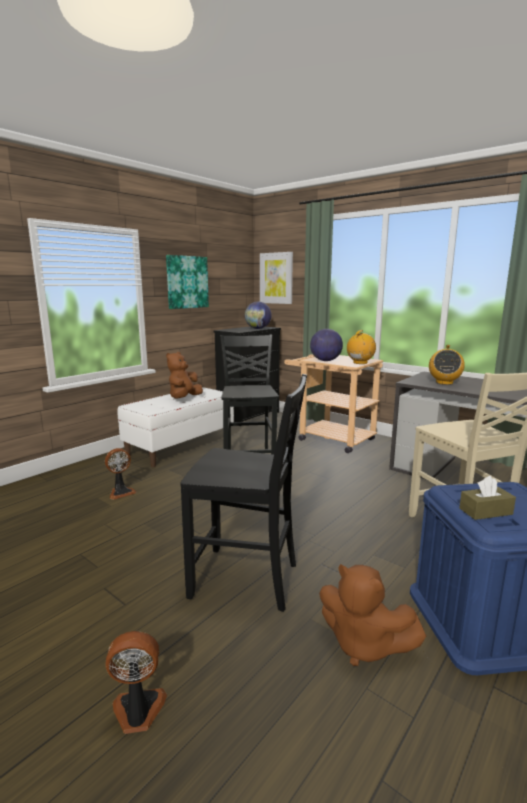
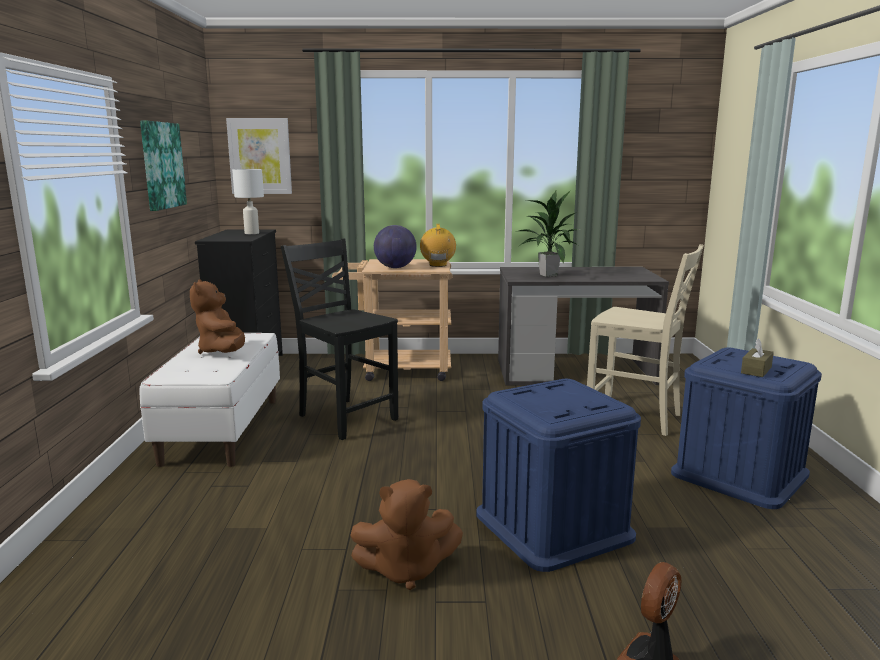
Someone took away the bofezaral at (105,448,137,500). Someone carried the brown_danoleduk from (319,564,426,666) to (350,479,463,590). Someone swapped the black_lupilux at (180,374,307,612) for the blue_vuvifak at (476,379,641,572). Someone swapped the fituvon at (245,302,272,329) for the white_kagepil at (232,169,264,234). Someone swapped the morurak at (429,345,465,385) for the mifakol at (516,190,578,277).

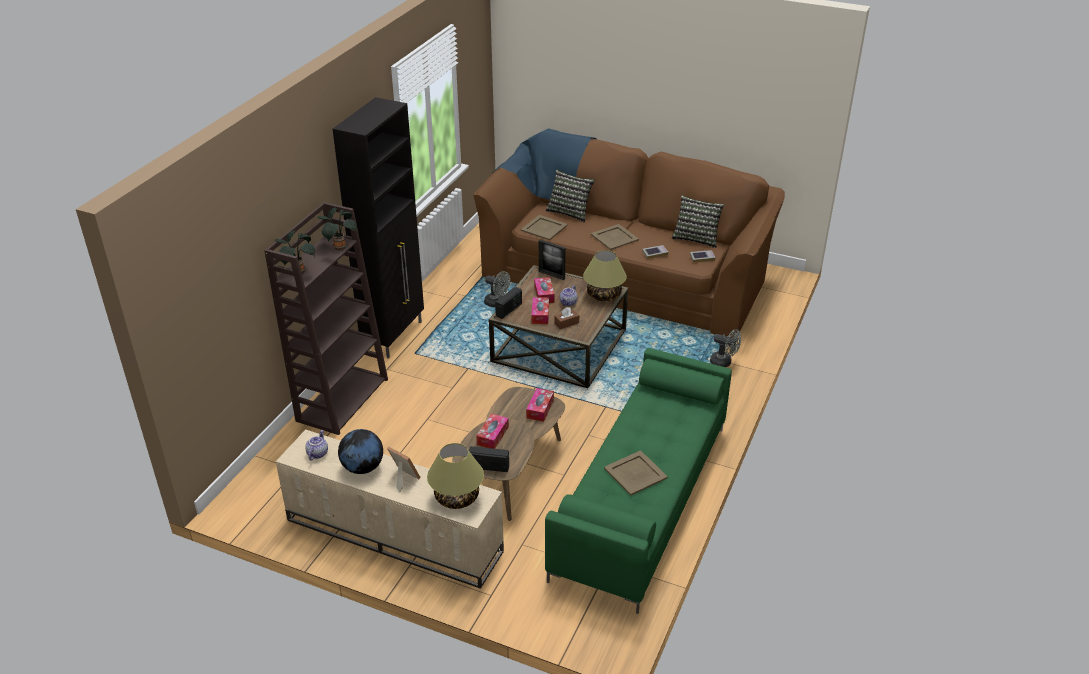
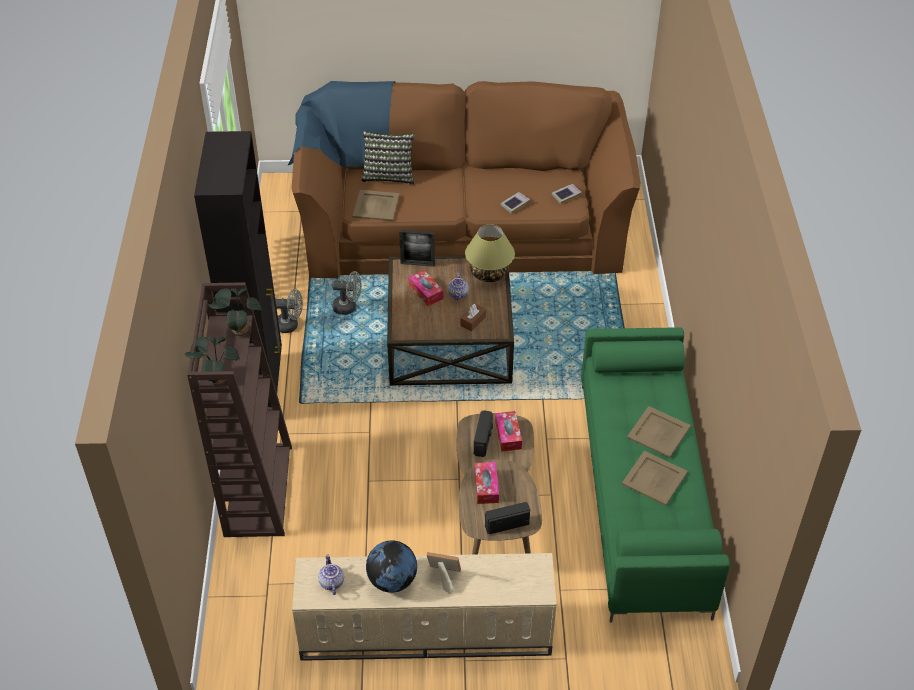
Someone took away the kagepil at (427,443,484,509). Someone took away the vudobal at (532,297,549,324). Someone took away the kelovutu at (672,195,724,248). Someone carried the morurak from (495,287,522,319) to (474,410,493,457). Someone carried the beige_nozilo from (591,224,639,250) to (627,406,691,458). Someone carried the grey_bofezaral from (710,329,741,367) to (275,289,303,333).

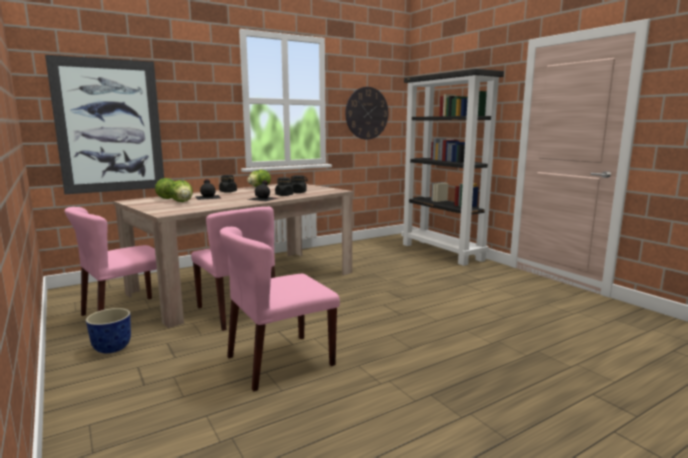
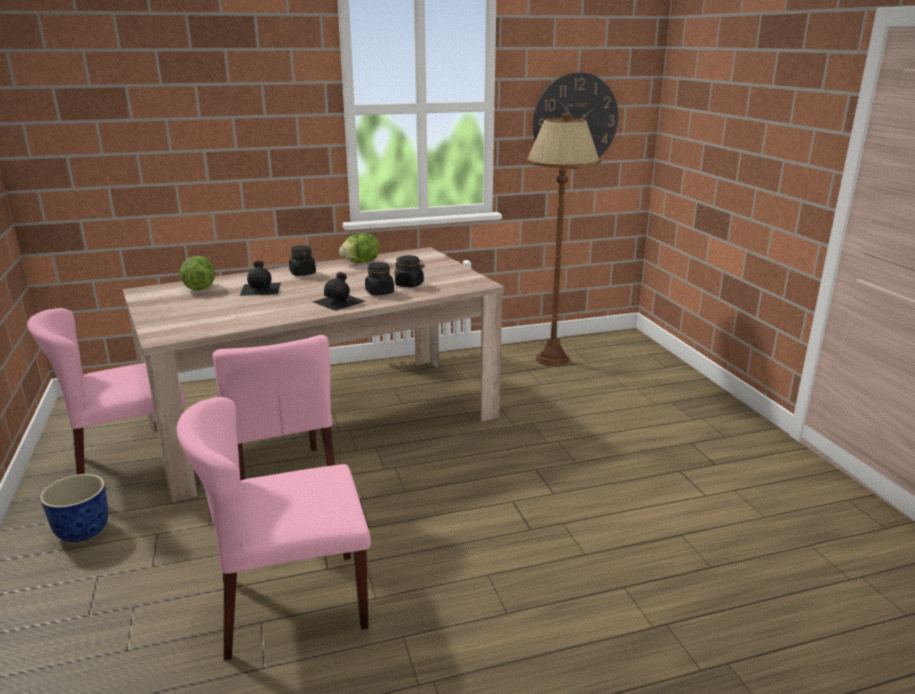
Someone took away the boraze at (45,55,164,194). Someone took away the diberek at (169,180,193,202). Someone took away the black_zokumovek at (401,69,504,266). Someone put down the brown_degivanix at (526,113,601,366).

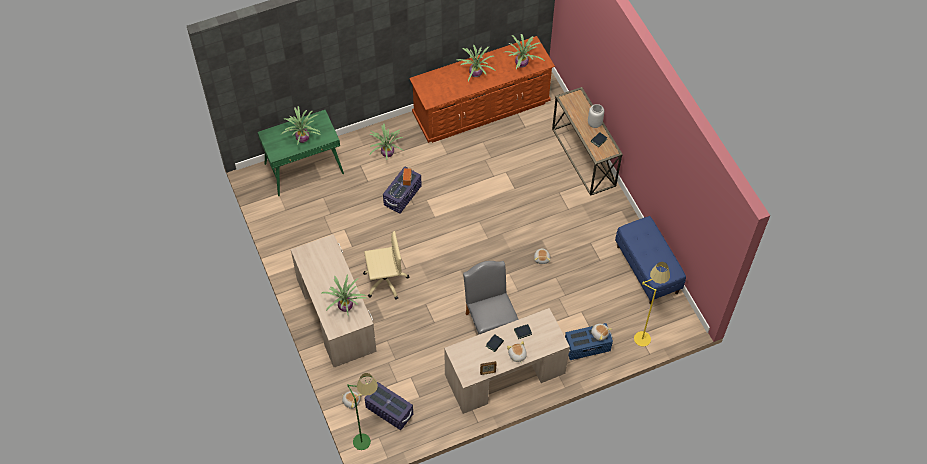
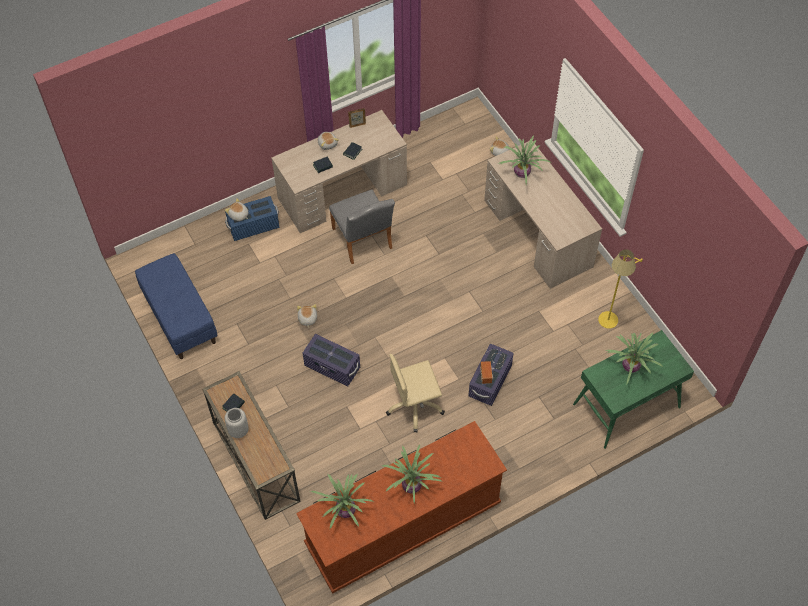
Someone took away the green_degivanix at (348,373,378,450). Someone took away the mifakol at (369,123,404,160). Someone carried the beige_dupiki from (363,231,409,300) to (386,354,445,432). Someone carried the purple_vuvifak from (364,382,413,430) to (303,334,360,387). Someone carried the yellow_degivanix from (634,262,670,347) to (598,249,643,329).

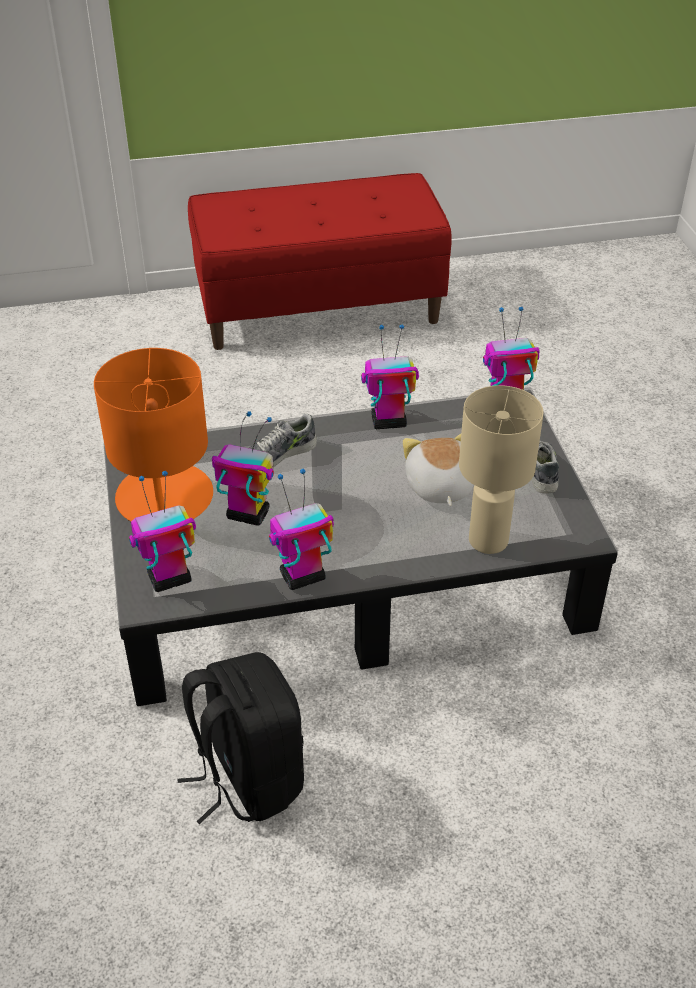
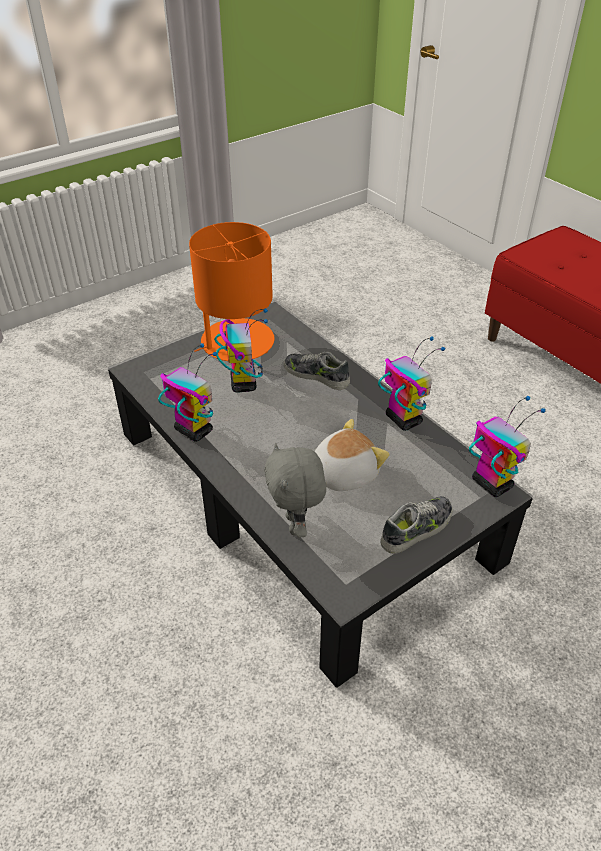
Someone took away the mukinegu at (129,471,196,592). Someone took away the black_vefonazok at (177,652,304,824). Someone swapped the beige_kagepil at (459,385,543,554) for the grey_danoleduk at (264,443,326,538).

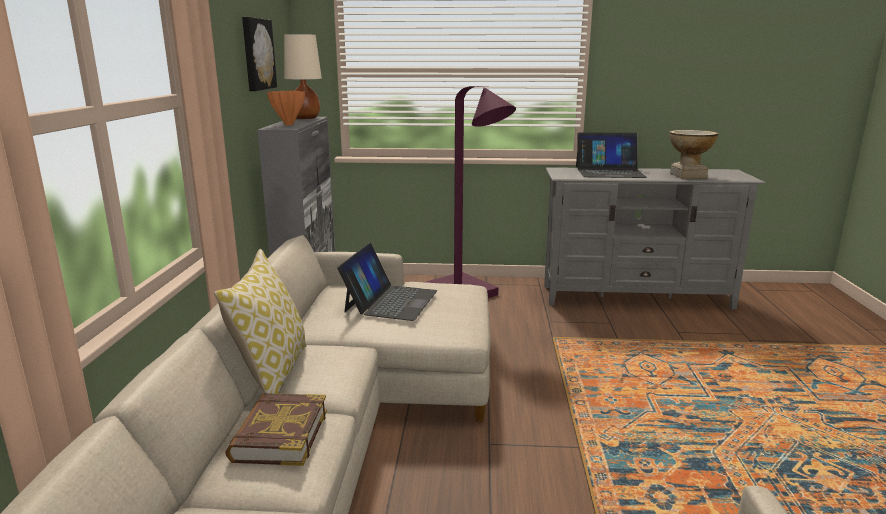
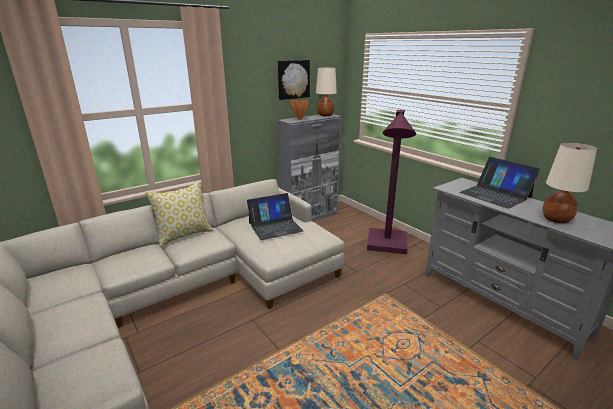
Someone took away the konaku at (225,393,327,466). Someone swapped the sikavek at (669,130,718,179) for the beige_kagepil at (542,142,597,223).

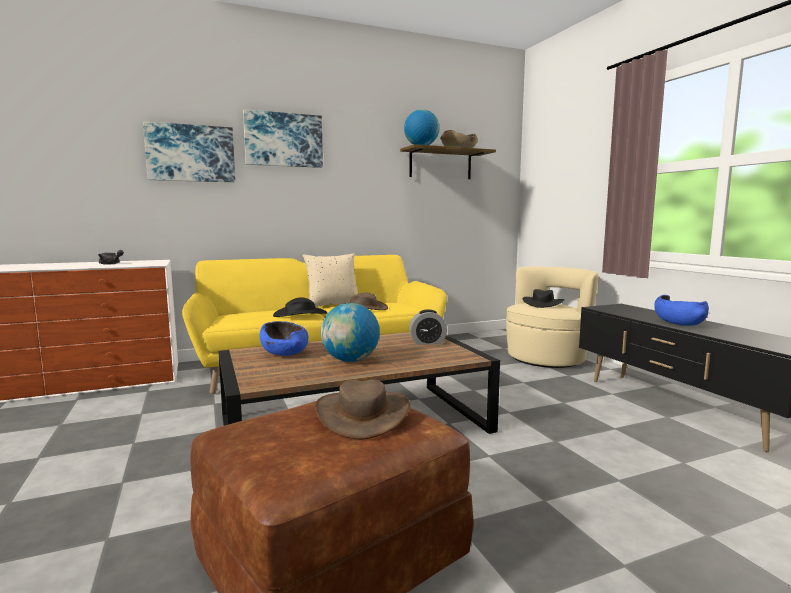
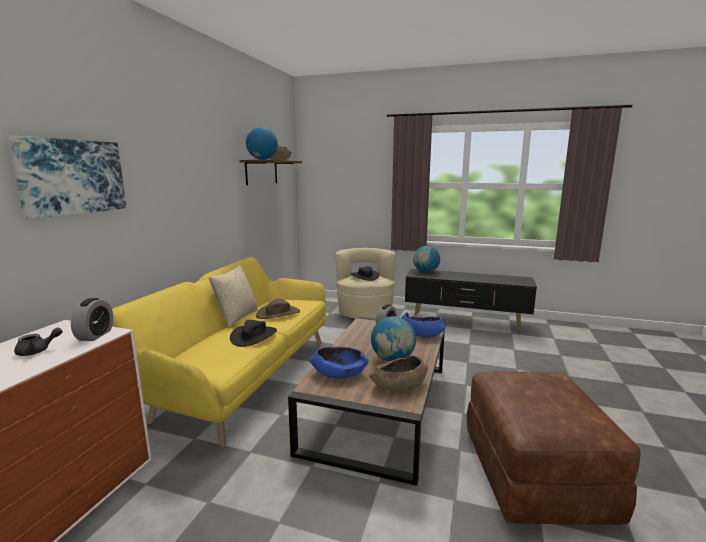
Someone took away the boraze at (243,109,323,168). Someone took away the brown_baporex at (315,379,410,440). Someone put down the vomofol at (71,298,113,341). Someone put down the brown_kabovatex at (369,355,428,391). Someone put down the fituvon at (413,246,440,273). Someone carried the blue_kabovatex from (654,295,709,326) to (401,312,445,338).

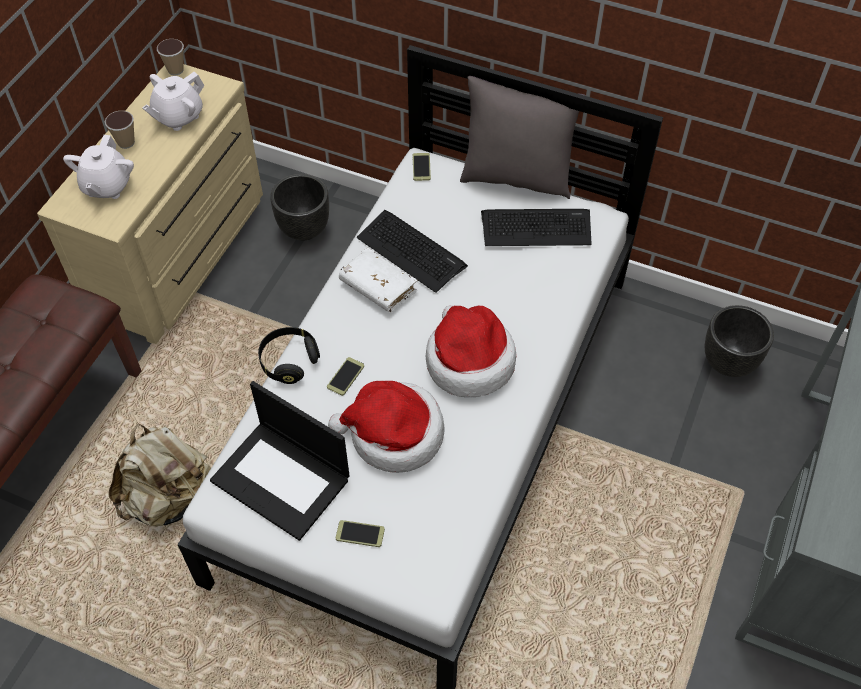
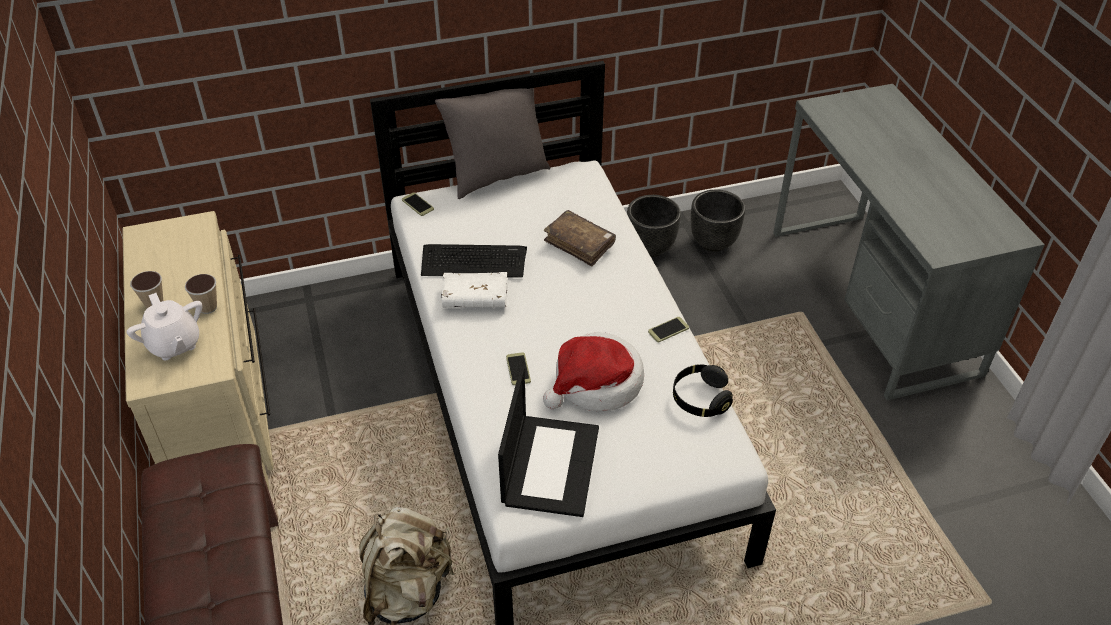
Someone took away the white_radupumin at (142,72,204,131). Someone took away the baporex at (426,305,516,397). Someone took away the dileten at (481,209,592,246). Someone put down the brown_konaku at (544,210,616,267). Someone carried the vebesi from (157,39,184,76) to (185,274,217,314). Someone carried the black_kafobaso from (258,327,320,384) to (673,364,733,417). Someone carried the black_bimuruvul from (270,174,329,241) to (627,195,681,257). Someone carried the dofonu from (336,520,385,547) to (648,317,689,342). Someone rotated the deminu at (210,381,350,541) by 75 degrees counterclockwise.

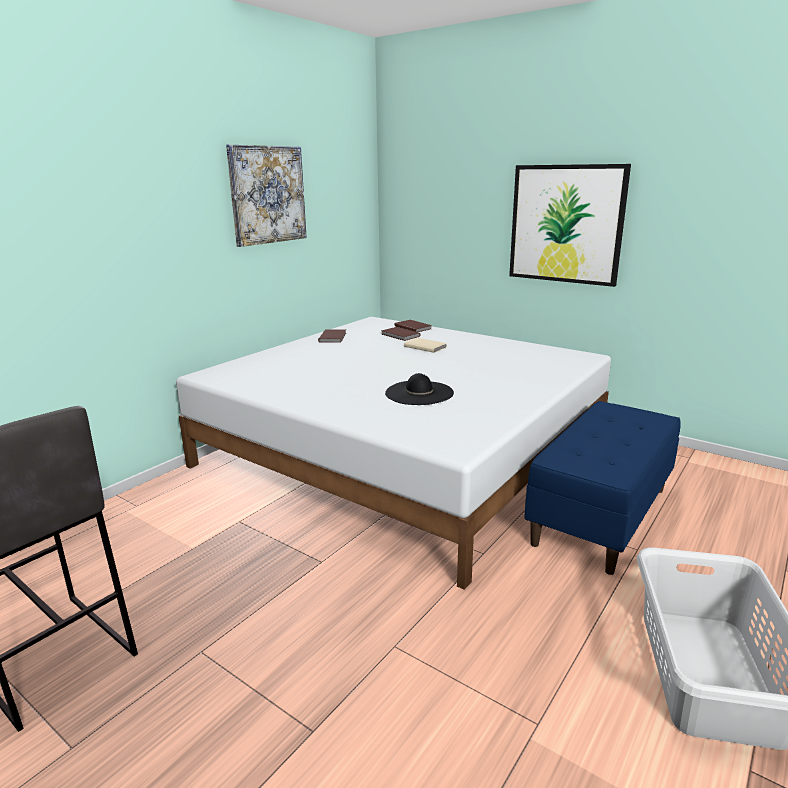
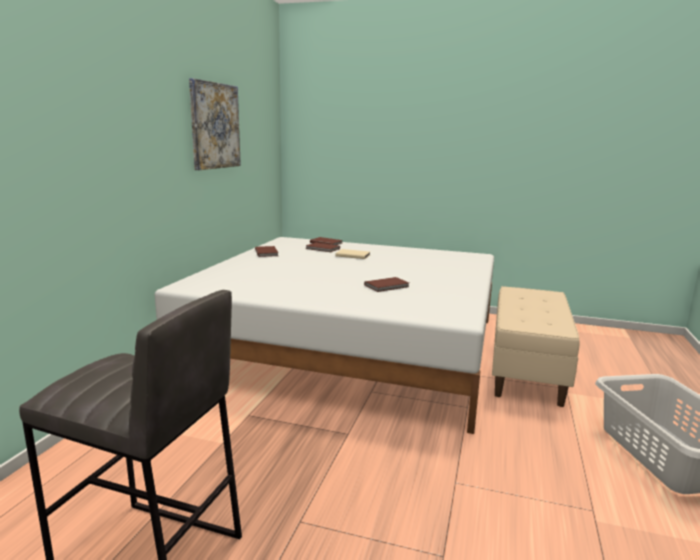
Someone took away the boraze at (509,164,631,287). Someone swapped the black_baporex at (385,373,454,405) for the brown_konaku at (364,277,409,292). Someone repainted the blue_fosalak at (524,401,681,575), which became the beige_fosalak at (492,286,579,407).

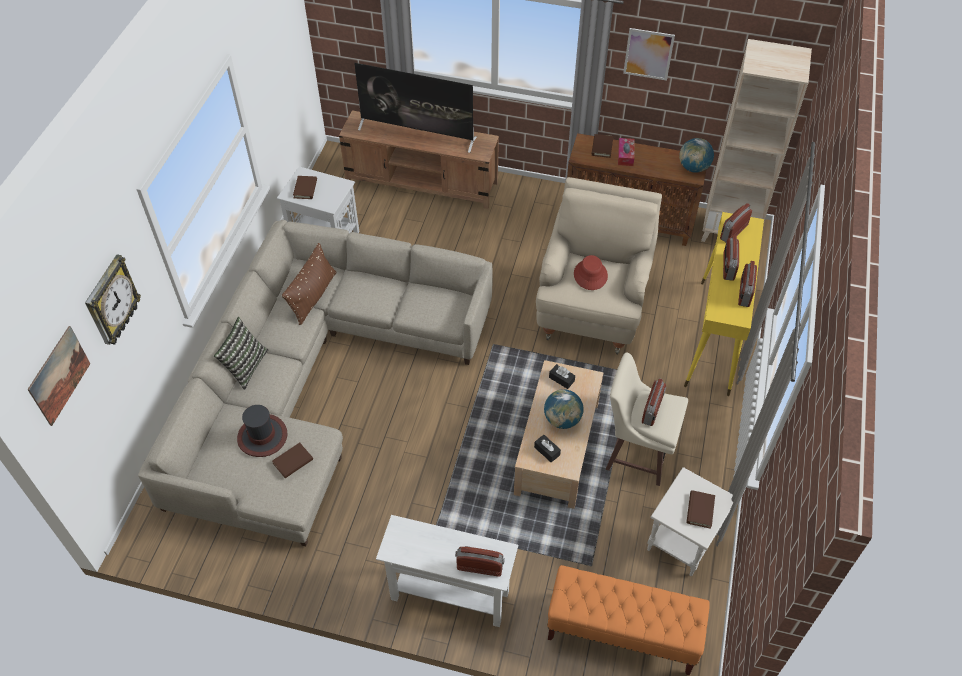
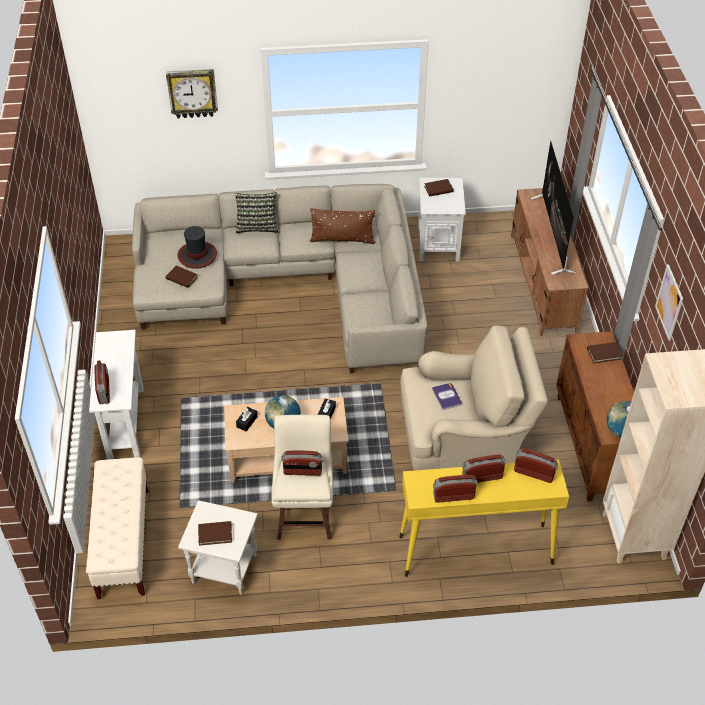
Someone took away the boraze at (27,326,90,426). Someone took away the vudobal at (618,138,635,166). Someone swapped the red_baporex at (574,255,608,290) for the konaku at (432,383,462,410). Someone repainted the orange_fosalak at (547,565,710,675), which became the beige_fosalak at (86,457,149,599).

